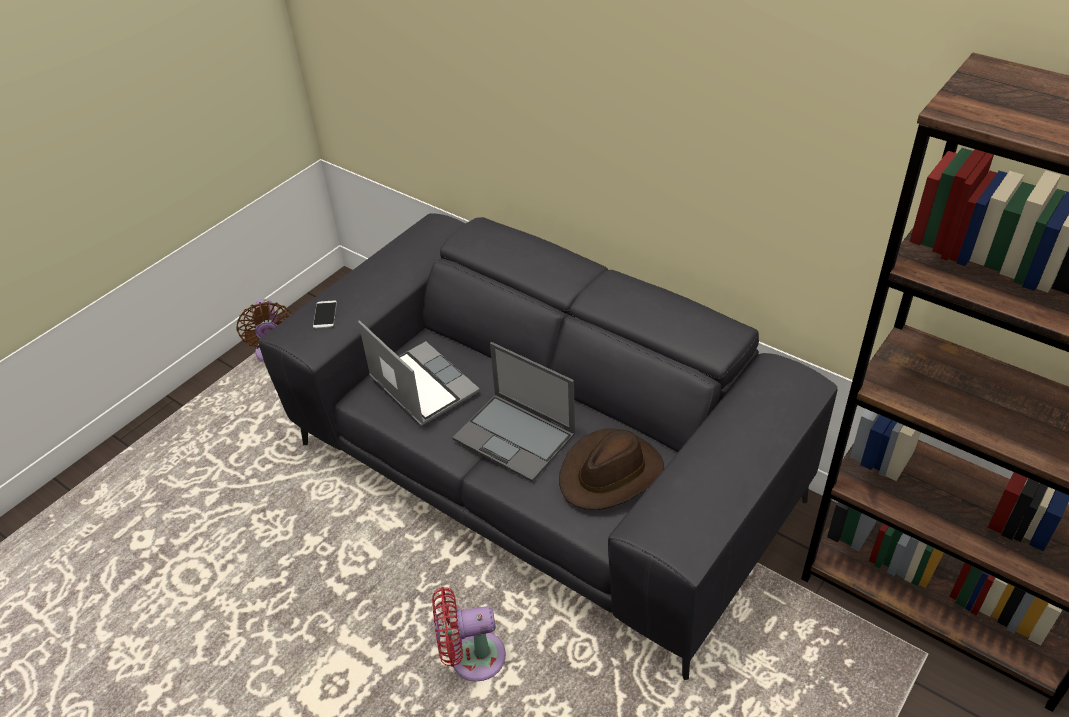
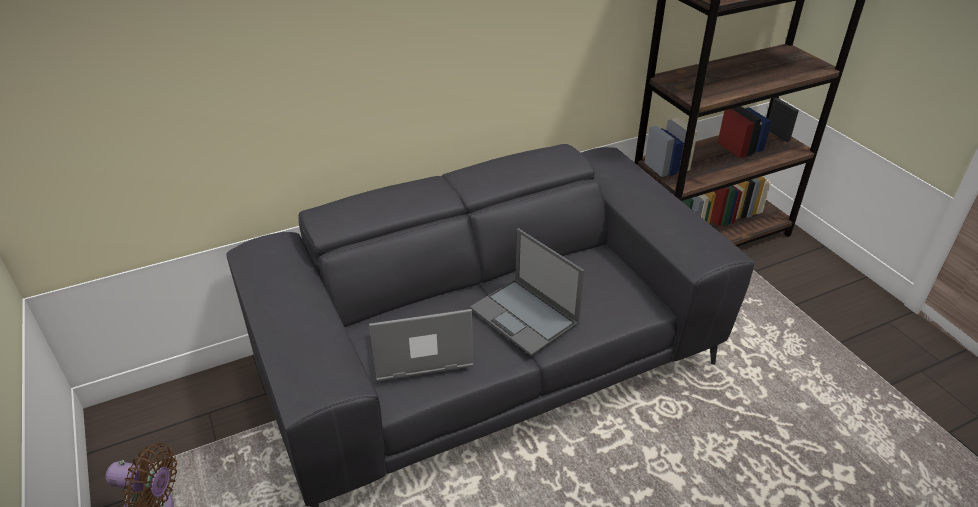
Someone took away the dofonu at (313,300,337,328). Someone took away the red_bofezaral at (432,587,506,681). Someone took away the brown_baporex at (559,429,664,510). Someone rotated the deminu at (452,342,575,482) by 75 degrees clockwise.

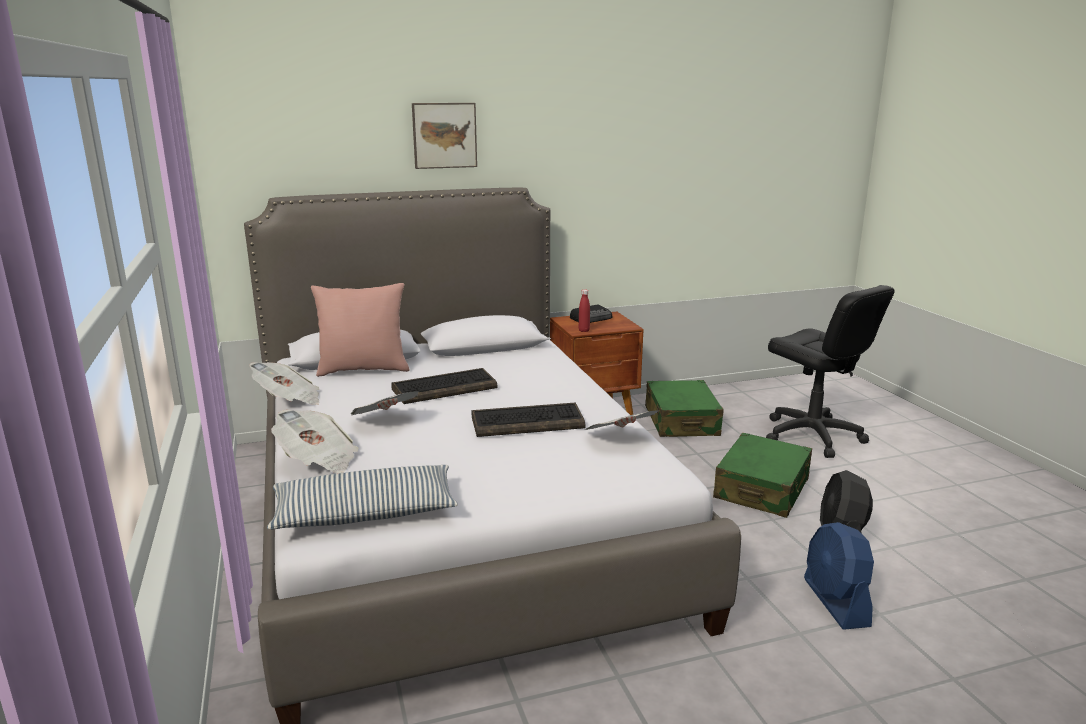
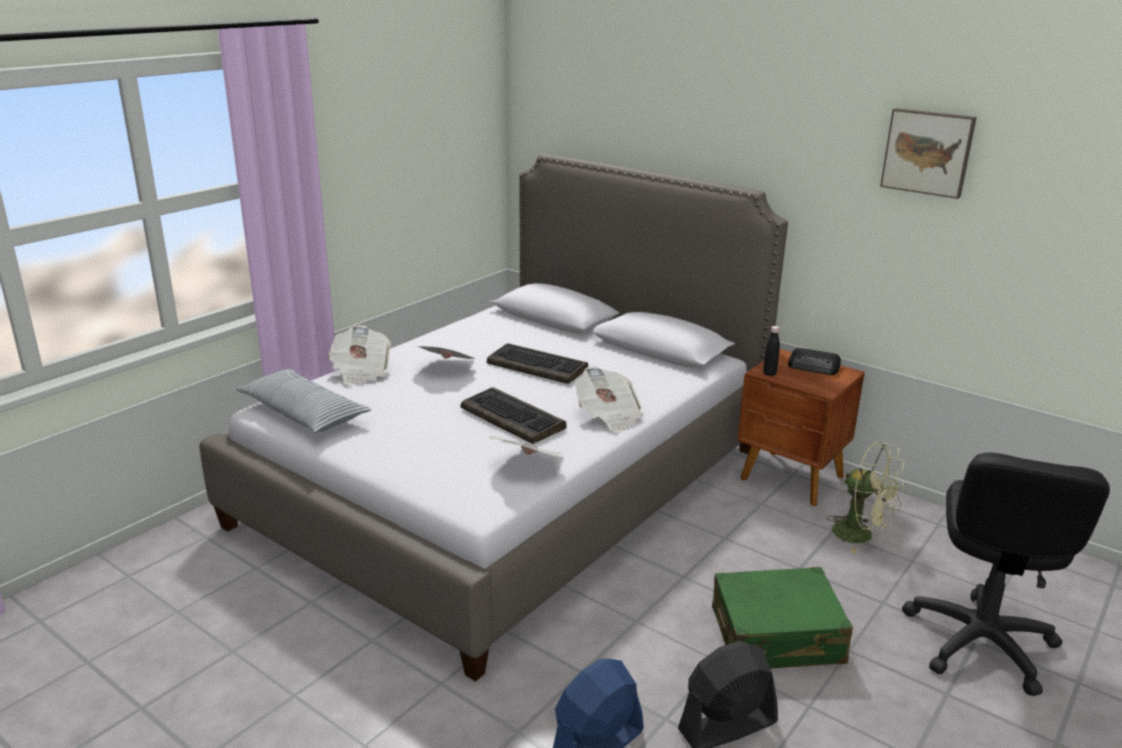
Someone took away the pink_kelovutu at (311,283,410,377). Someone carried the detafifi from (249,362,319,405) to (574,366,644,433). Someone carried the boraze from (412,103,477,169) to (880,108,977,199). Someone swapped the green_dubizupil at (645,380,724,437) for the green_bofezaral at (827,441,905,553). Someone repainted the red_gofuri at (579,290,590,332), which became the black_gofuri at (763,326,780,376).

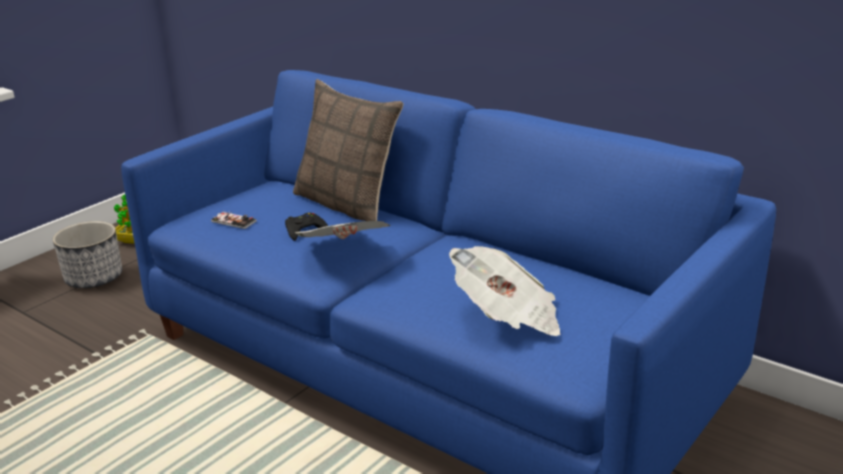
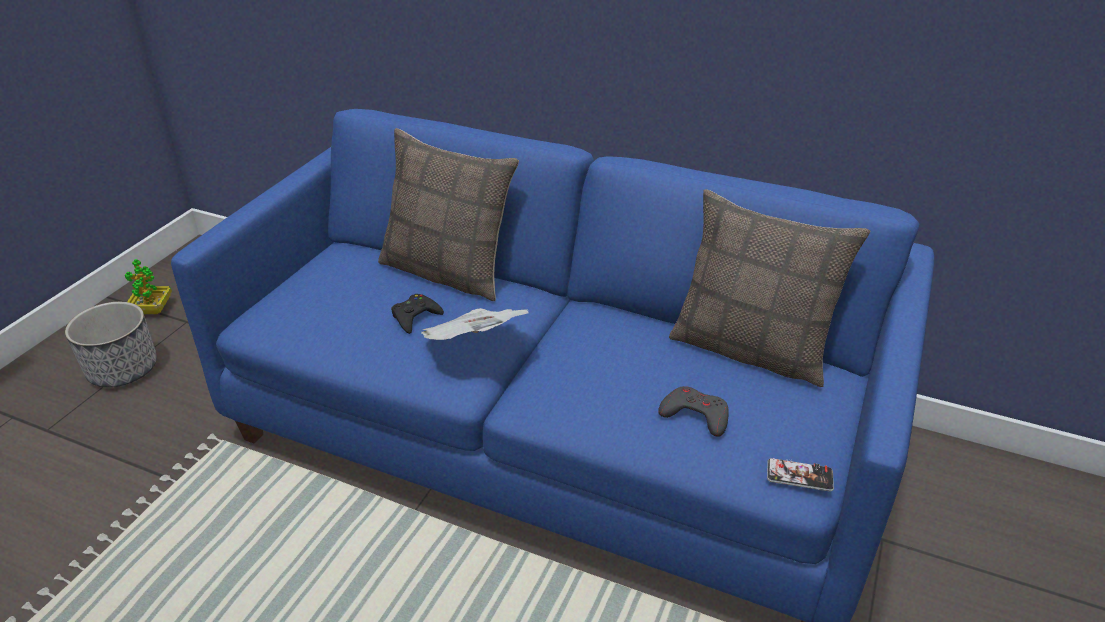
Someone put down the kelovutu at (669,189,870,387). Someone carried the dofonu from (211,211,257,229) to (767,458,834,492). Someone swapped the detafifi at (449,246,561,336) for the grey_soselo at (658,386,729,437).

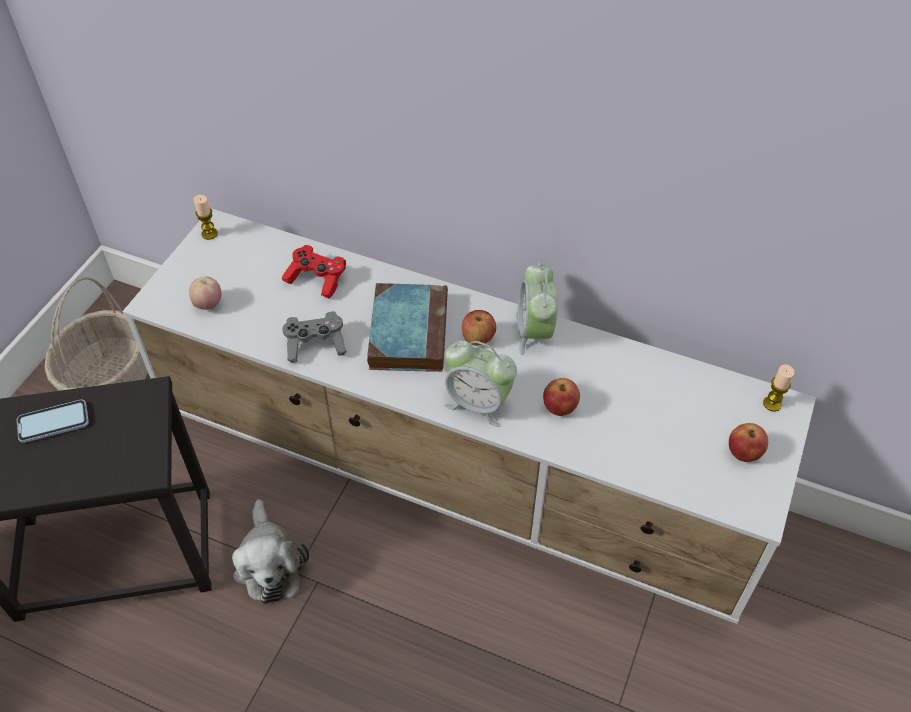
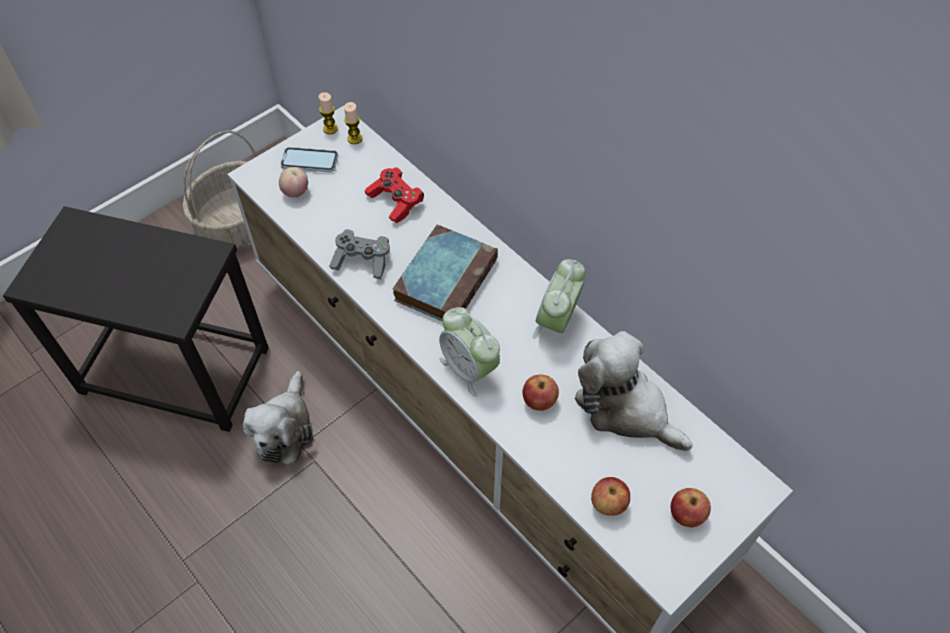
Someone put down the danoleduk at (575,331,693,451). Someone carried the dofonu from (17,400,89,443) to (280,147,338,172). Someone carried the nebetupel from (462,310,496,346) to (591,477,630,516). Someone carried the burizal from (763,364,794,412) to (344,102,362,144).

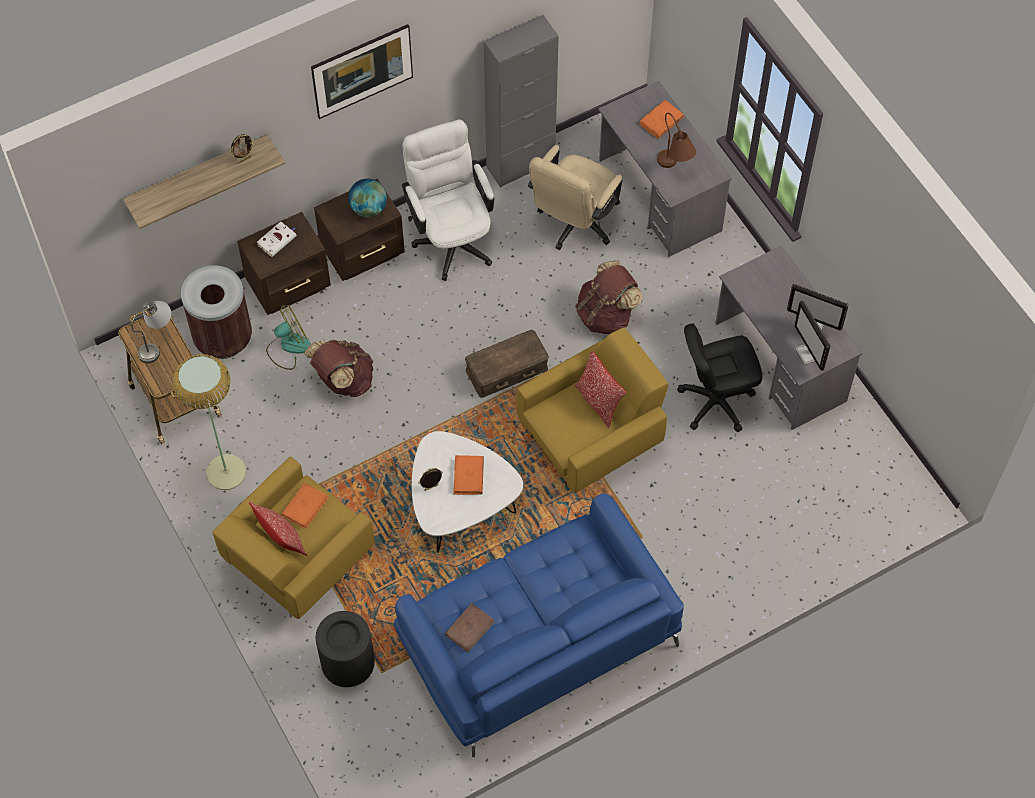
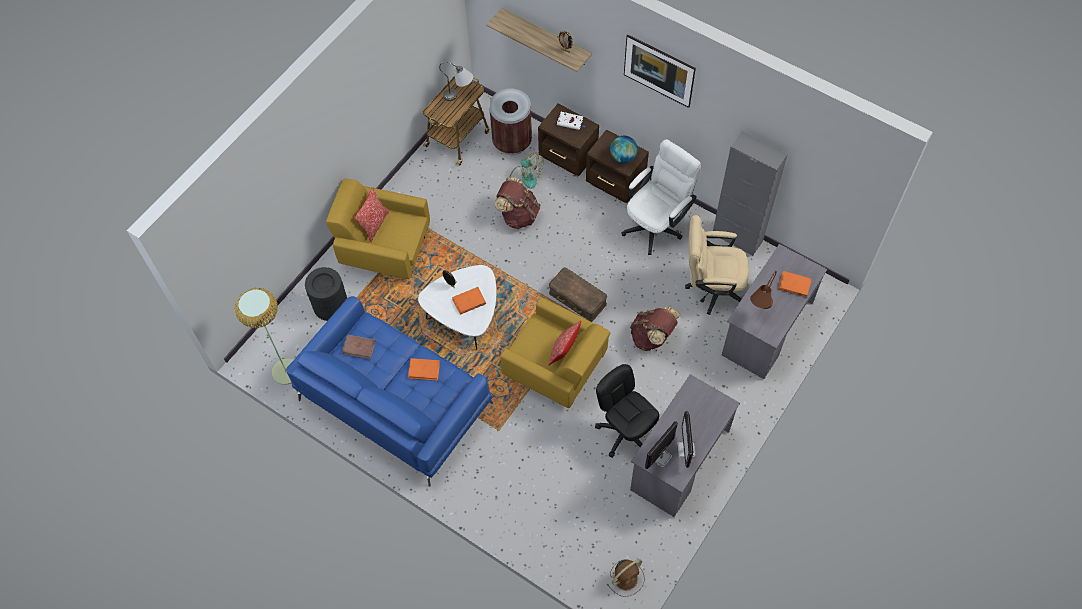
Someone put down the brown_bofezaral at (607,559,645,597). Someone carried the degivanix from (173,354,246,490) to (235,288,293,385). Someone carried the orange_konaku from (281,483,329,529) to (408,358,440,381).

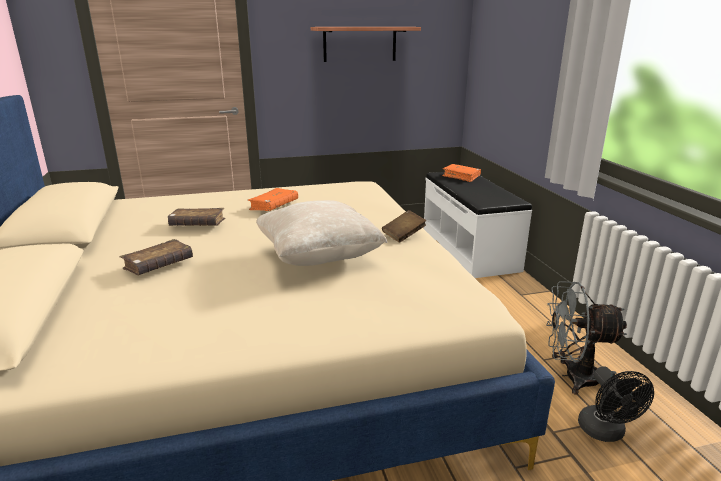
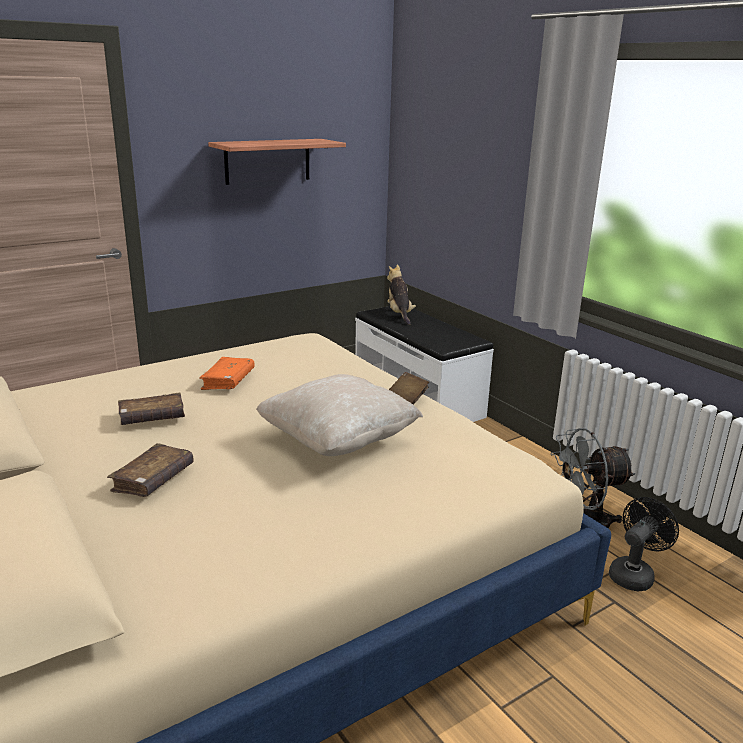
Someone swapped the orange_konaku at (442,164,481,182) for the danoleduk at (387,265,416,325). Someone rotated the black_bofezaral at (578,366,654,442) by 105 degrees counterclockwise.

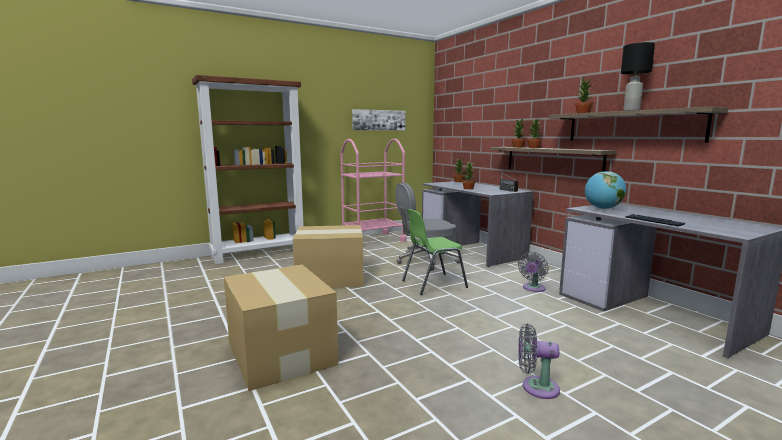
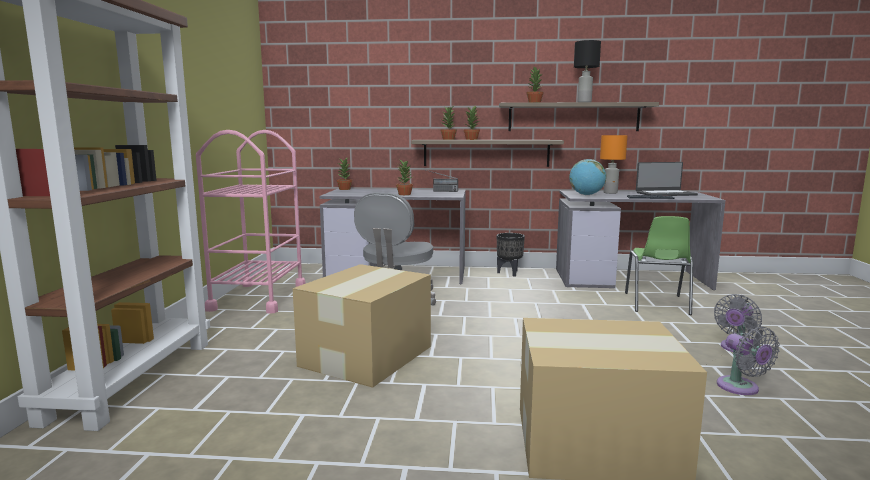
Someone took away the boraze at (352,109,405,130). Someone put down the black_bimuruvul at (497,233,525,277). Someone put down the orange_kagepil at (600,135,628,194). Someone put down the deminu at (636,162,698,196). Someone carried the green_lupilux from (402,209,468,295) to (625,216,693,315). Someone carried the grey_bofezaral from (518,252,548,292) to (717,326,780,395).

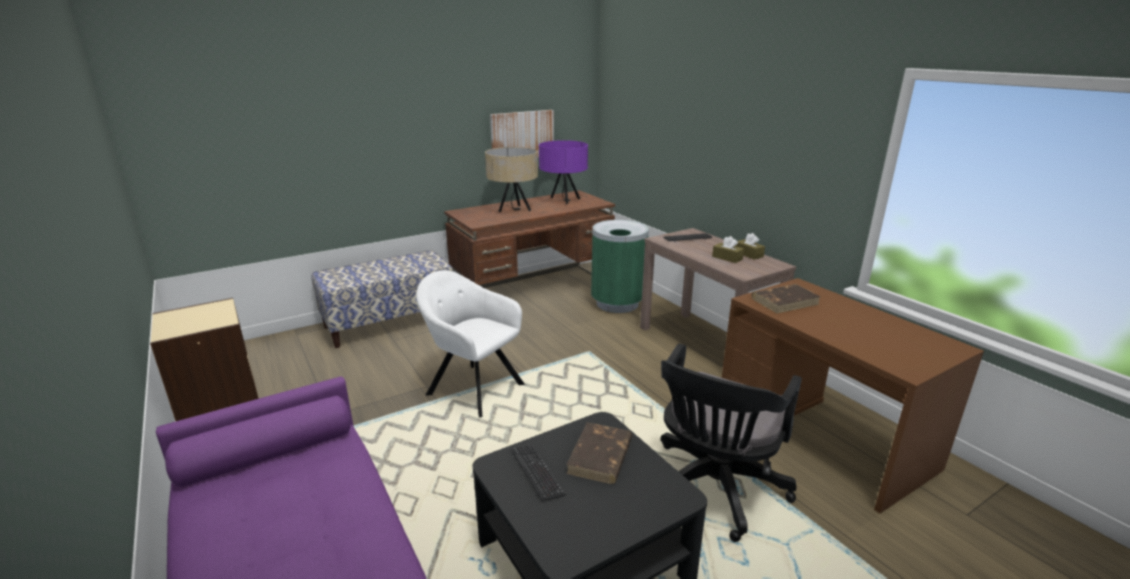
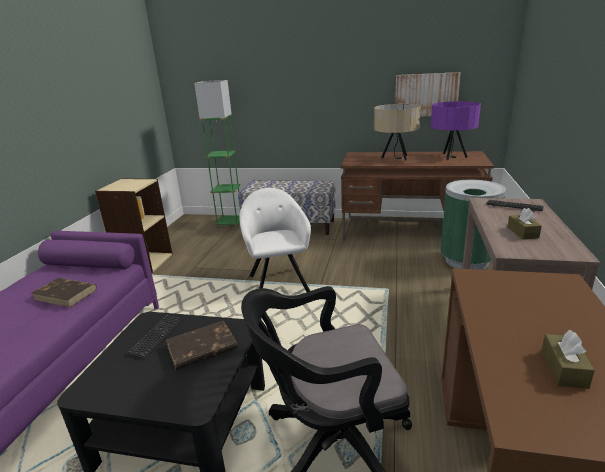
Someone put down the green_degivanix at (194,80,240,228). Someone carried the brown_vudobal from (735,233,765,260) to (541,330,595,389). Someone carried the brown_konaku from (752,284,821,314) to (32,278,97,307).

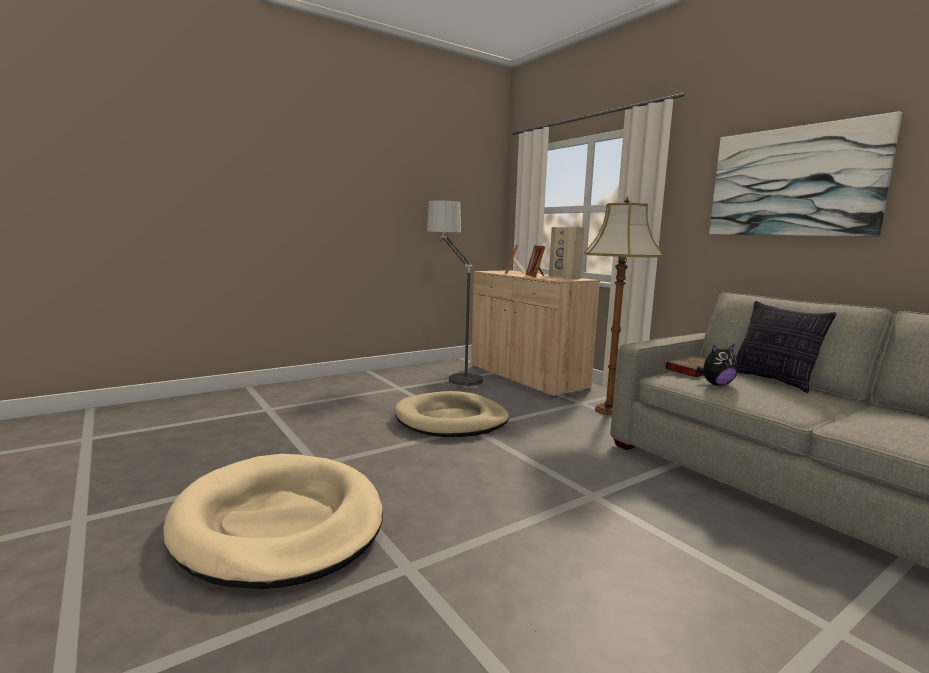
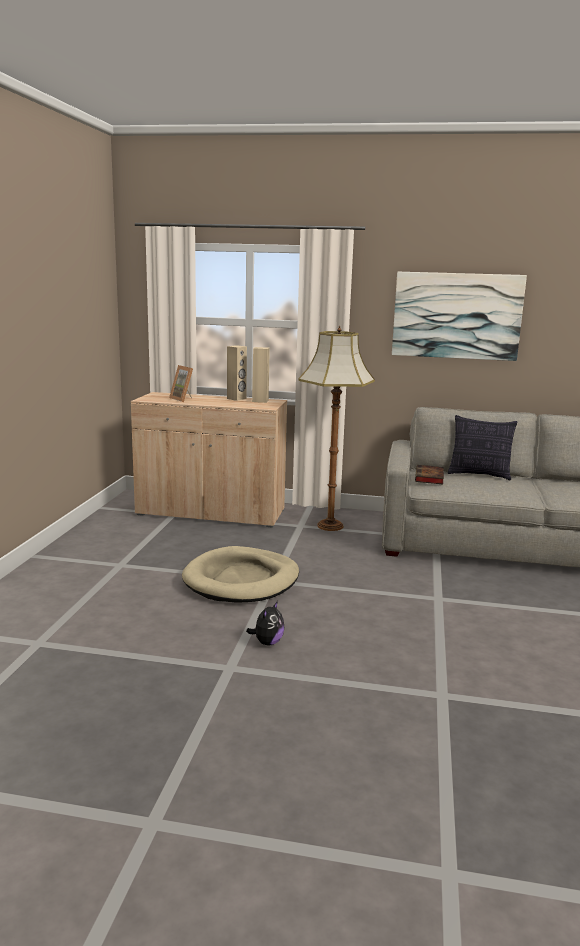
Someone took away the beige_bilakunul at (163,454,383,589). Someone took away the degivanix at (427,200,483,388). Someone took away the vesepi at (526,245,545,277). Someone carried the danoleduk from (697,344,738,386) to (246,601,284,646).

